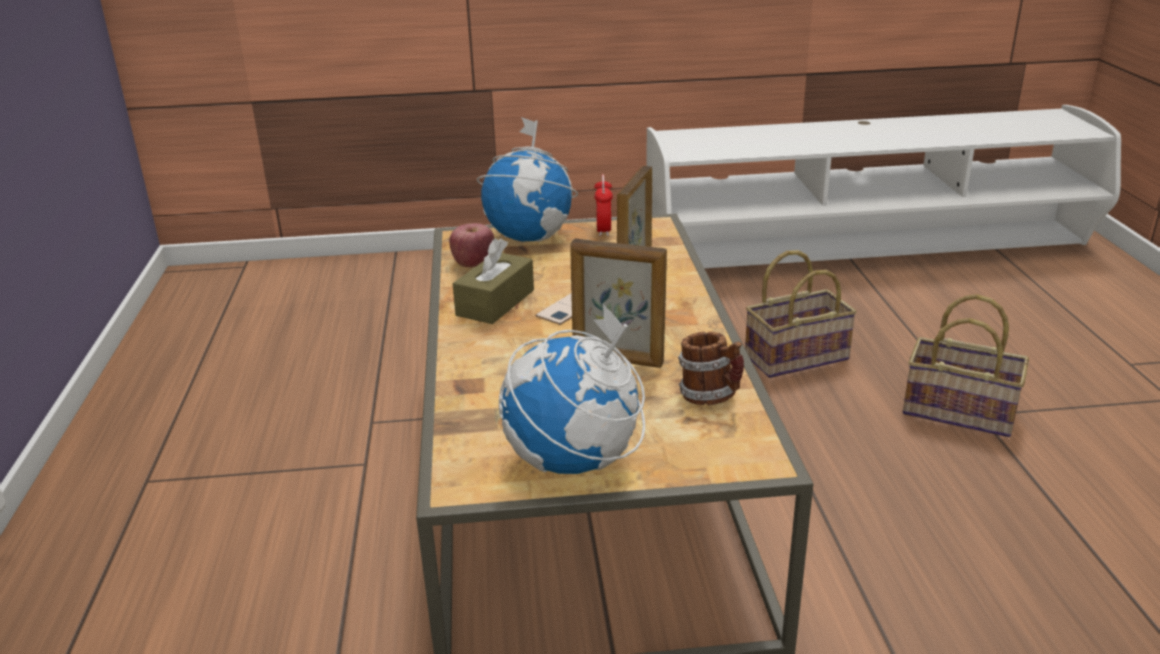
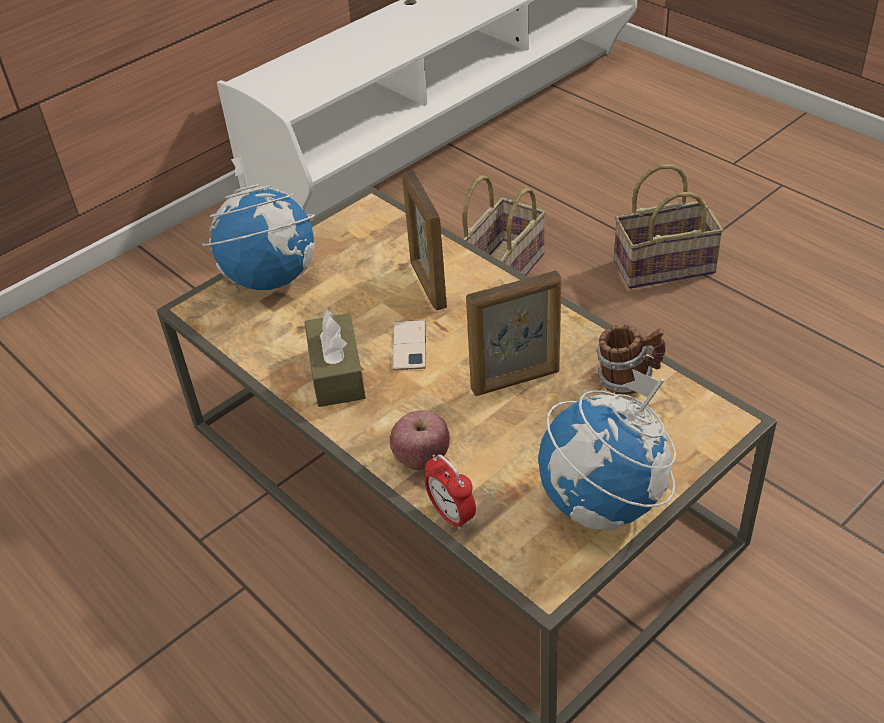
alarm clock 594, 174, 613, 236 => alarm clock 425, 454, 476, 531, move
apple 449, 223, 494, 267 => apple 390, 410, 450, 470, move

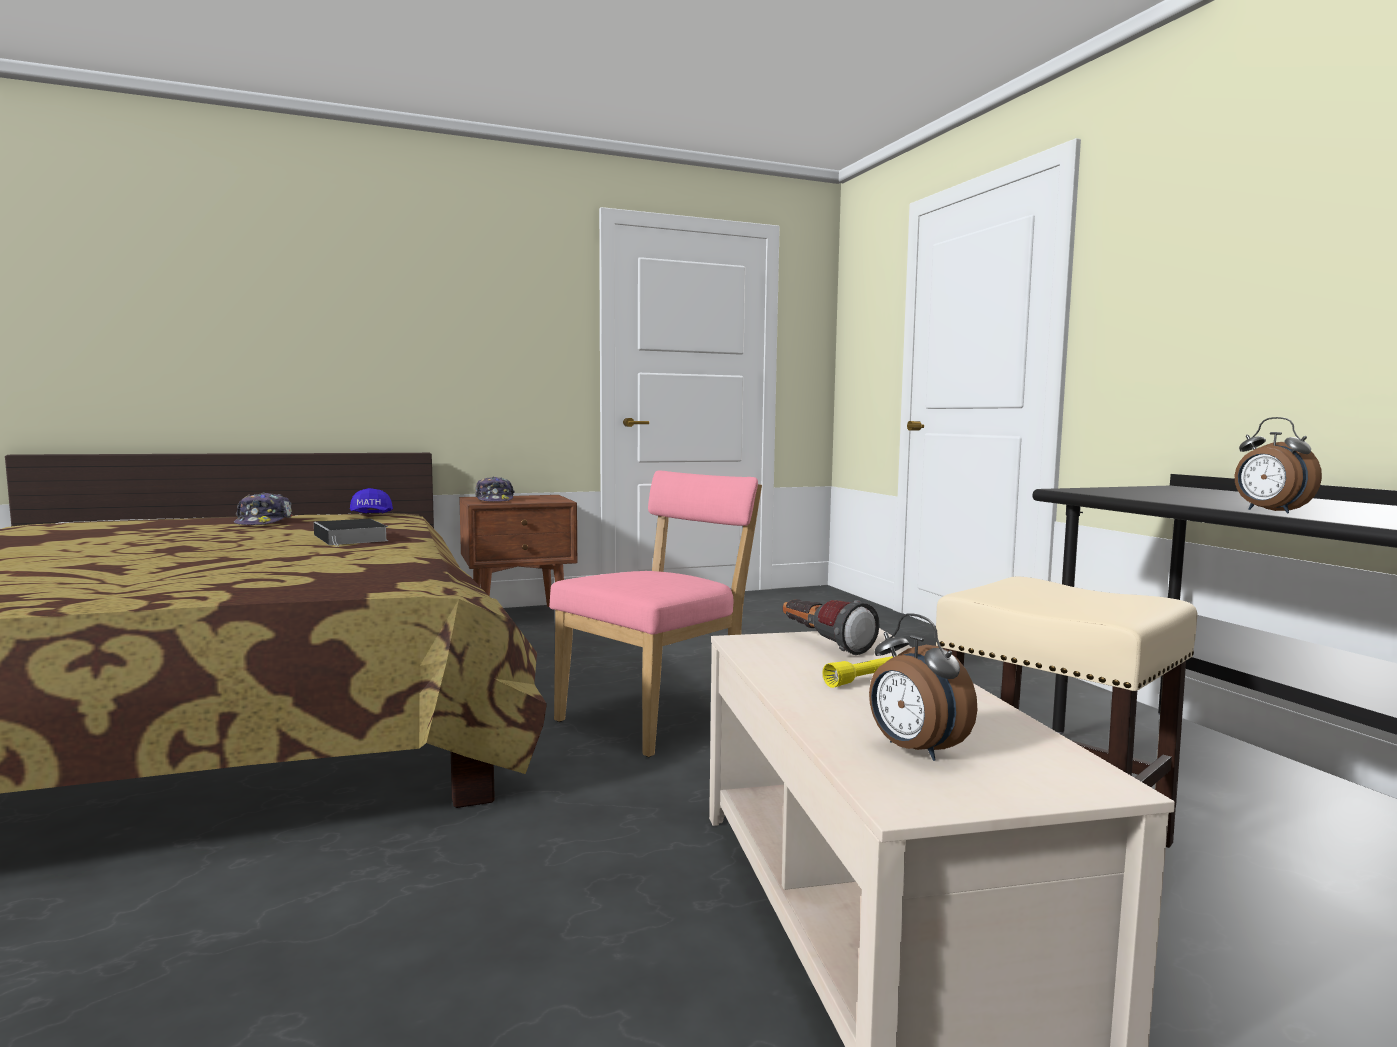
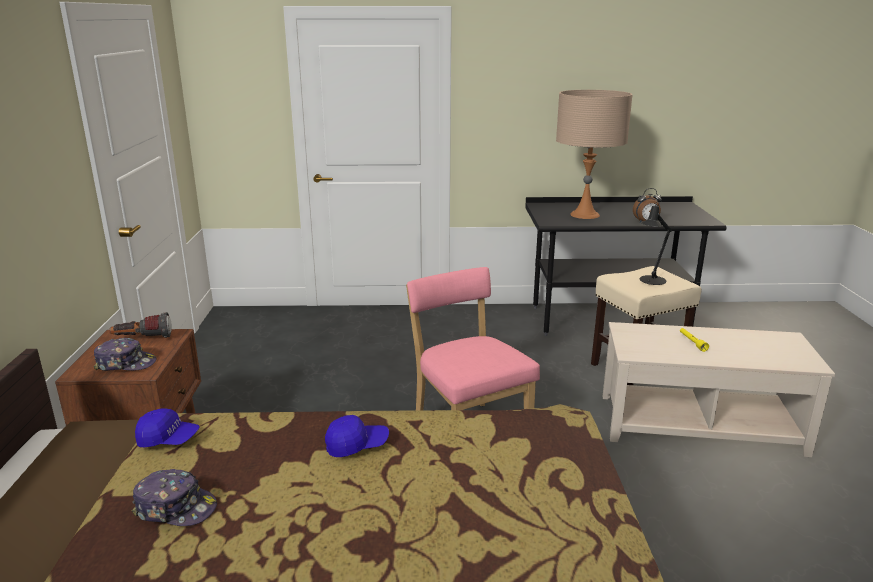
book 314, 519, 388, 547 => blue cap 325, 415, 389, 457
flashlight 783, 599, 880, 655 => flashlight 109, 312, 172, 338, move
alarm clock 869, 613, 977, 761 => nothing
nothing => beige table lamp 556, 90, 632, 219
nothing => black table lamp 640, 200, 672, 285

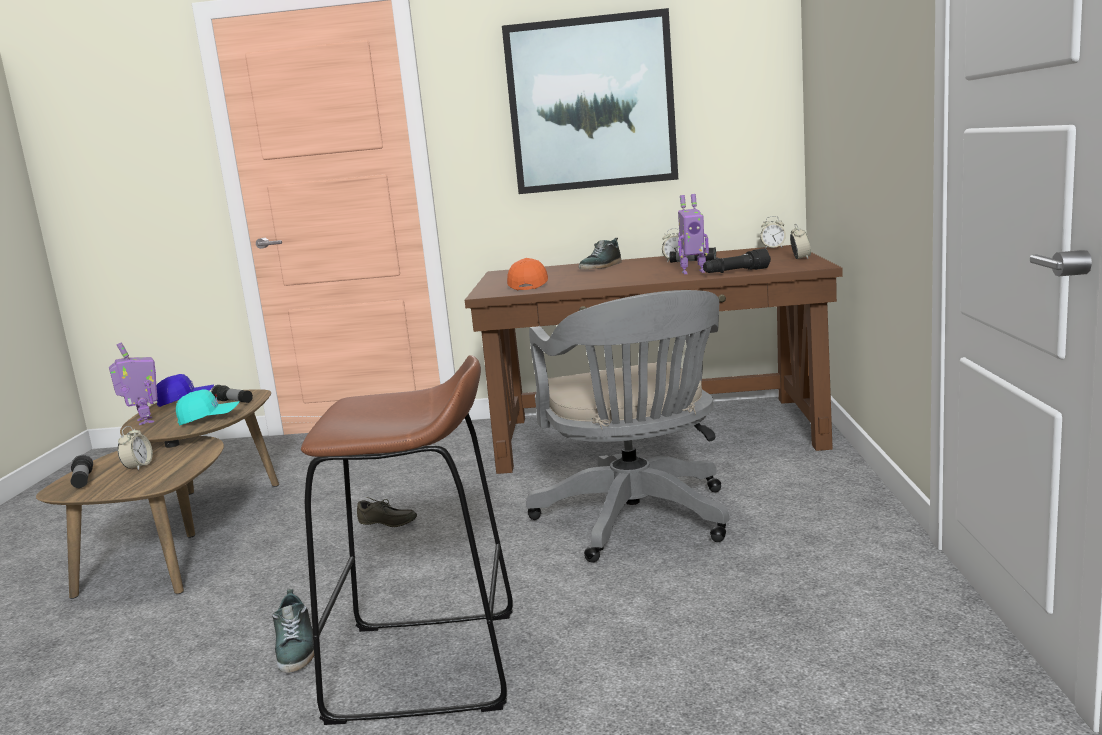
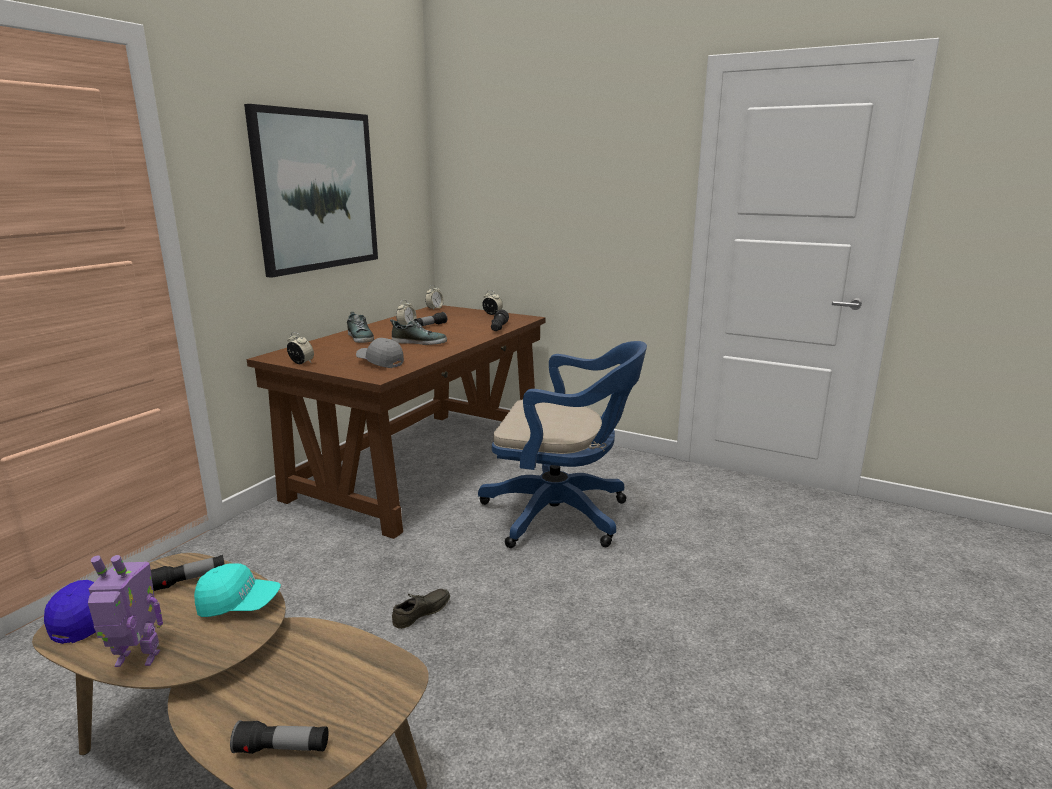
toy robot 678, 194, 709, 274 => nothing
orange cap 507, 258, 548, 290 => grey cap 356, 338, 404, 368
grey office chair 526, 290, 729, 563 => blue office chair 478, 341, 647, 548
brown stool 301, 355, 513, 725 => nothing
turquoise cap 176, 389, 239, 425 => turquoise cap 194, 563, 281, 617, 75 degrees clockwise
alarm clock 117, 426, 153, 471 => alarm clock 287, 332, 314, 364, move
shoe 272, 589, 314, 673 => shoe 390, 319, 447, 345, move

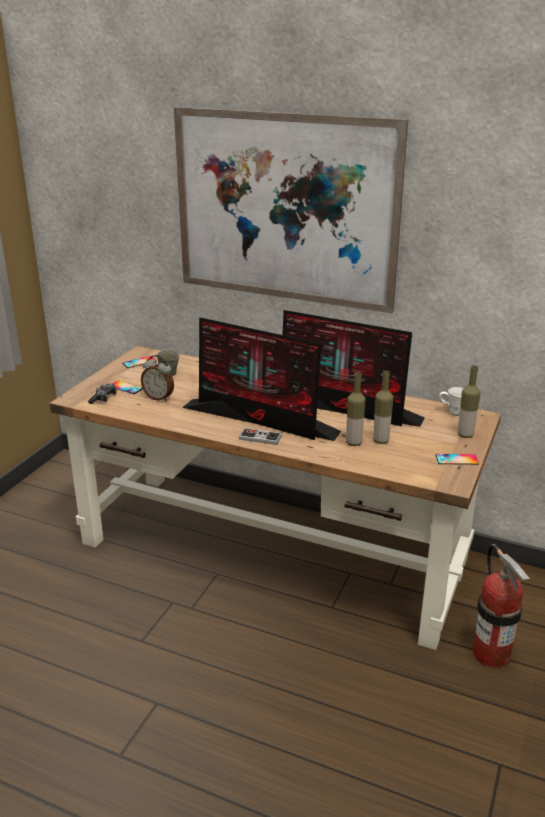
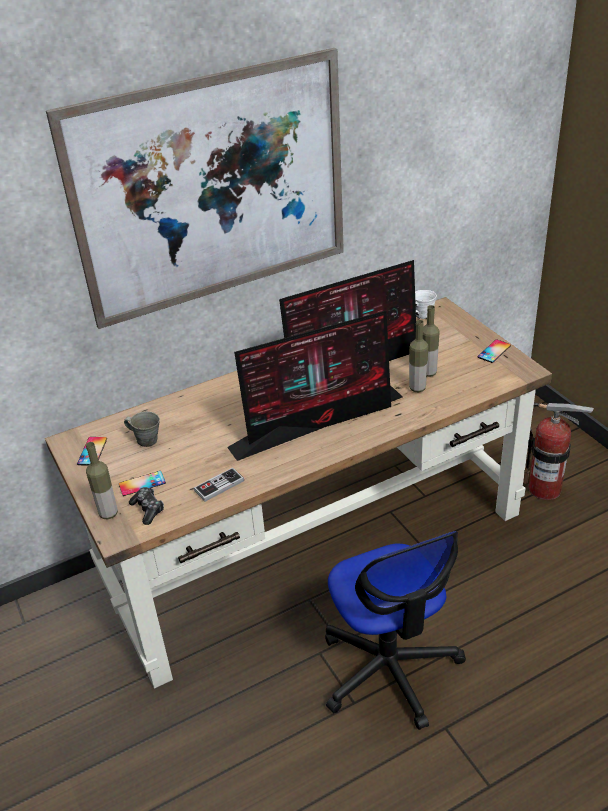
alarm clock 141, 355, 174, 401 => nothing
bottle 458, 366, 480, 438 => bottle 86, 442, 118, 519, move
game controller 239, 428, 282, 445 => game controller 194, 468, 244, 502, move
nothing => office chair 325, 531, 466, 730

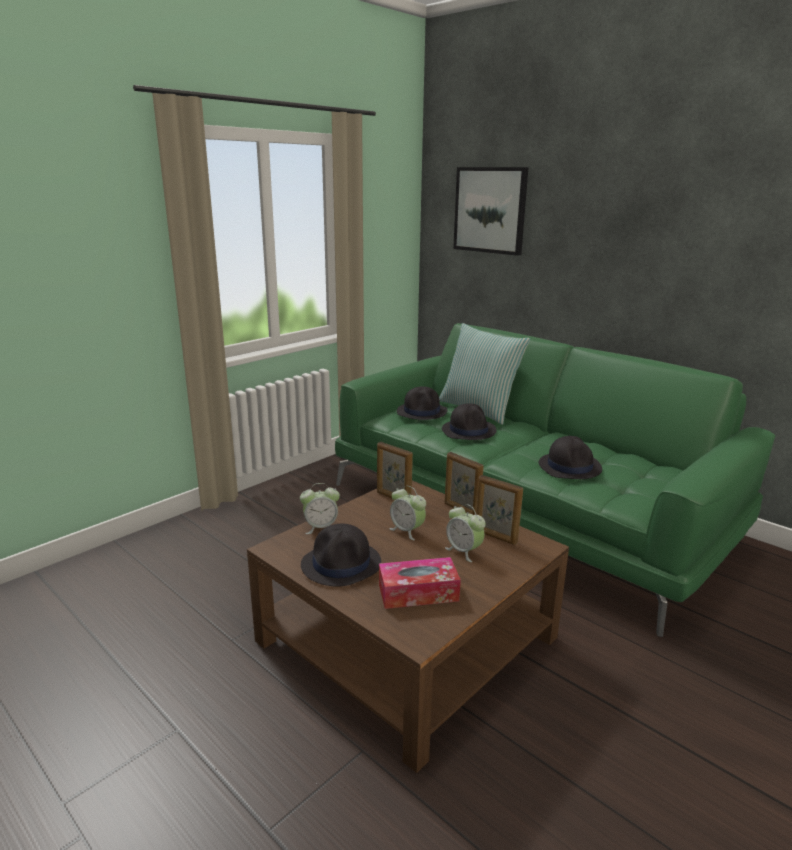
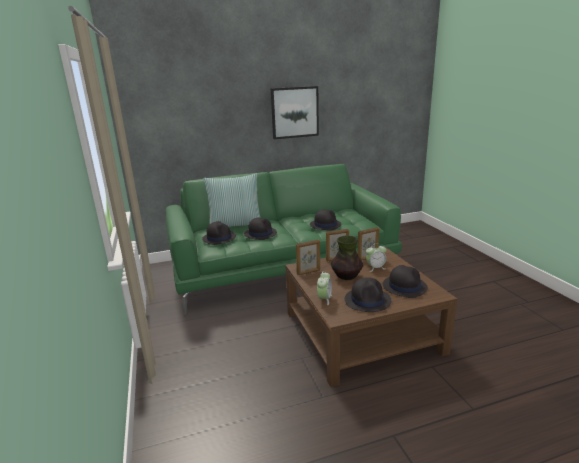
picture 453, 167, 529, 256 => picture 271, 86, 319, 139, move
alarm clock 389, 486, 426, 540 => vase 331, 236, 363, 280
tissue box 379, 557, 461, 609 => black hat 383, 265, 428, 298

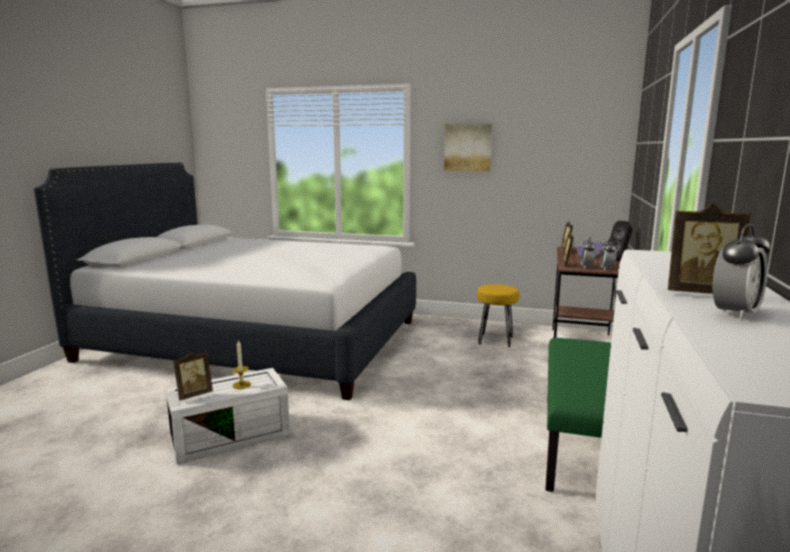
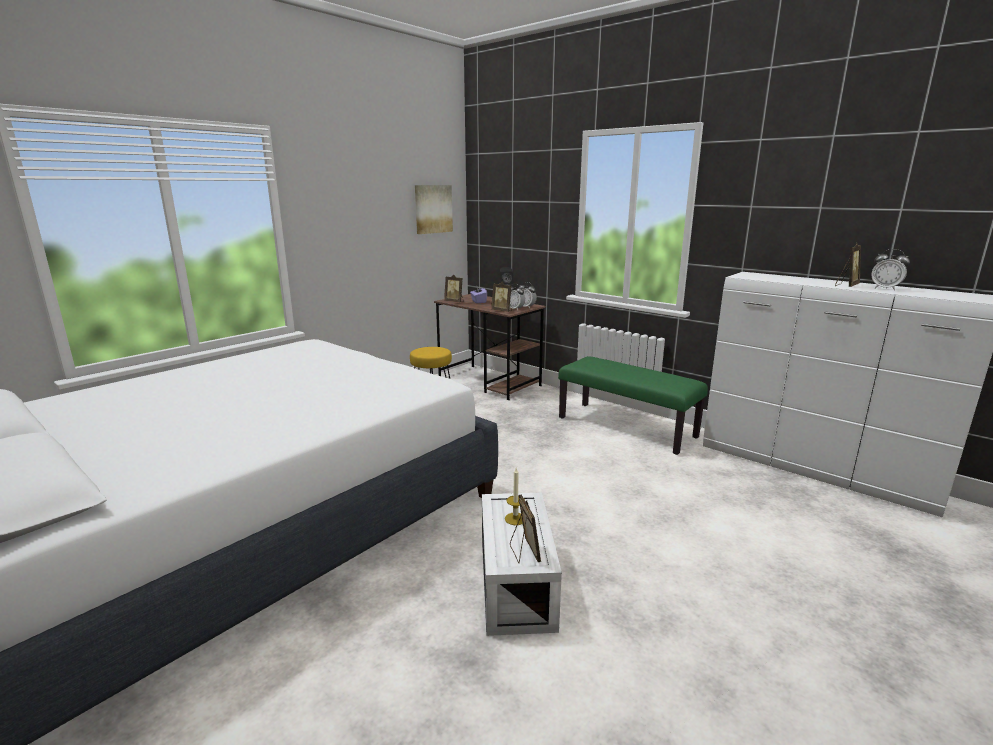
picture 444, 123, 492, 172 => picture 415, 185, 453, 234, move
alarm clock 713, 224, 770, 320 => alarm clock 871, 249, 910, 291, 150 degrees clockwise

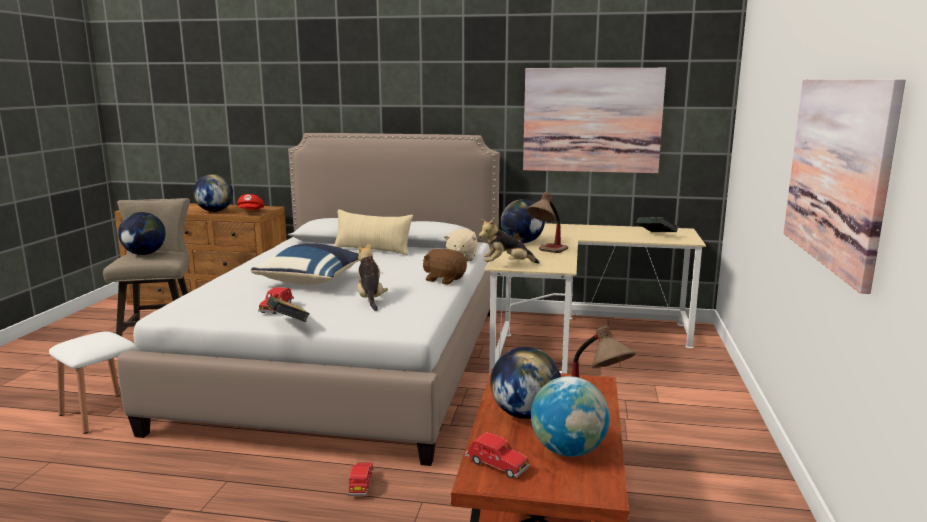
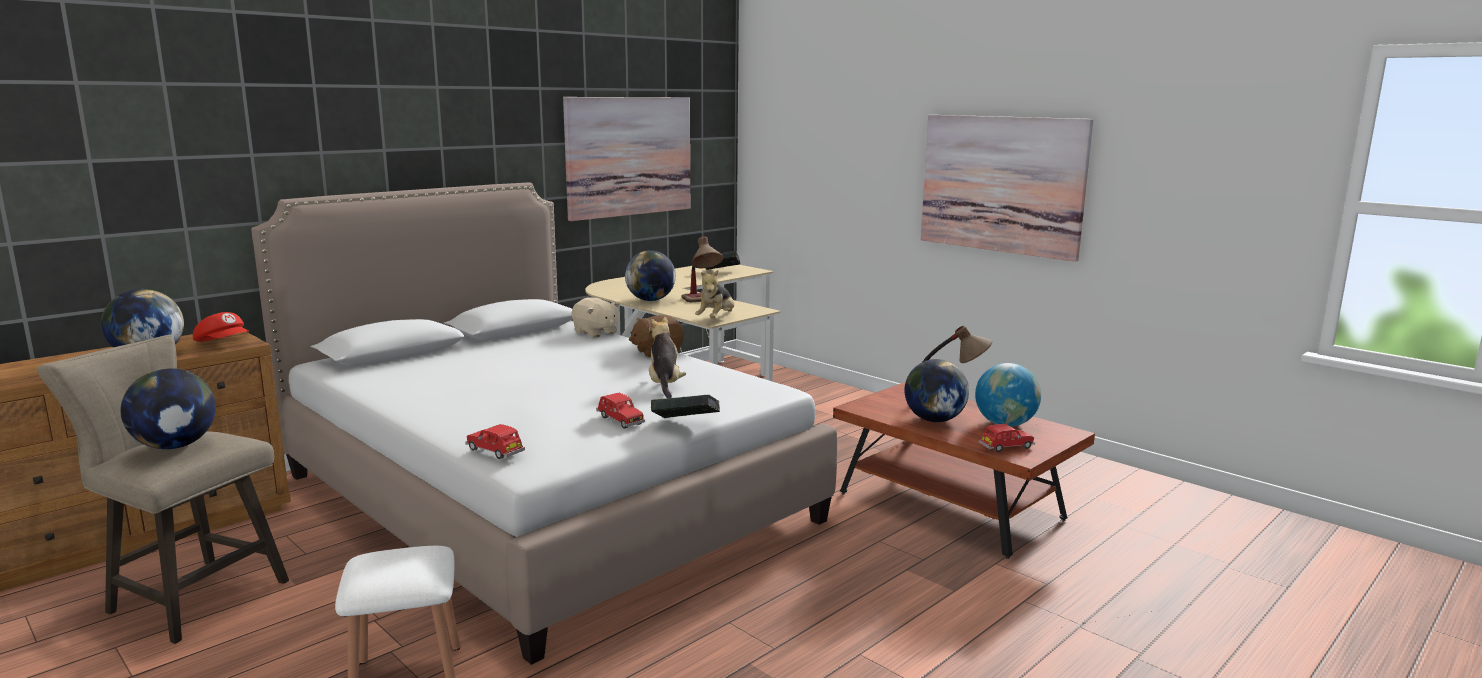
beige pillow 334, 209, 413, 256 => nothing
blue pillow 251, 243, 359, 285 => nothing
plush toy 357, 243, 388, 311 => plush toy 649, 317, 686, 398, 60 degrees clockwise
red toy car 348, 463, 374, 496 => red toy car 465, 424, 525, 459, move

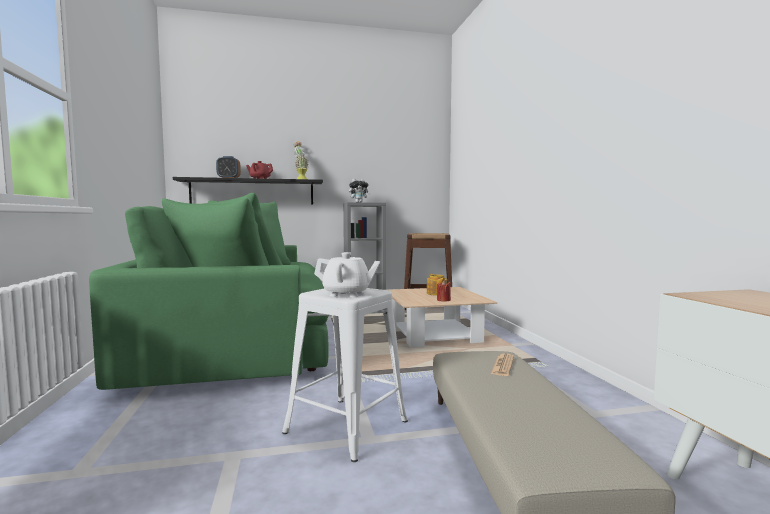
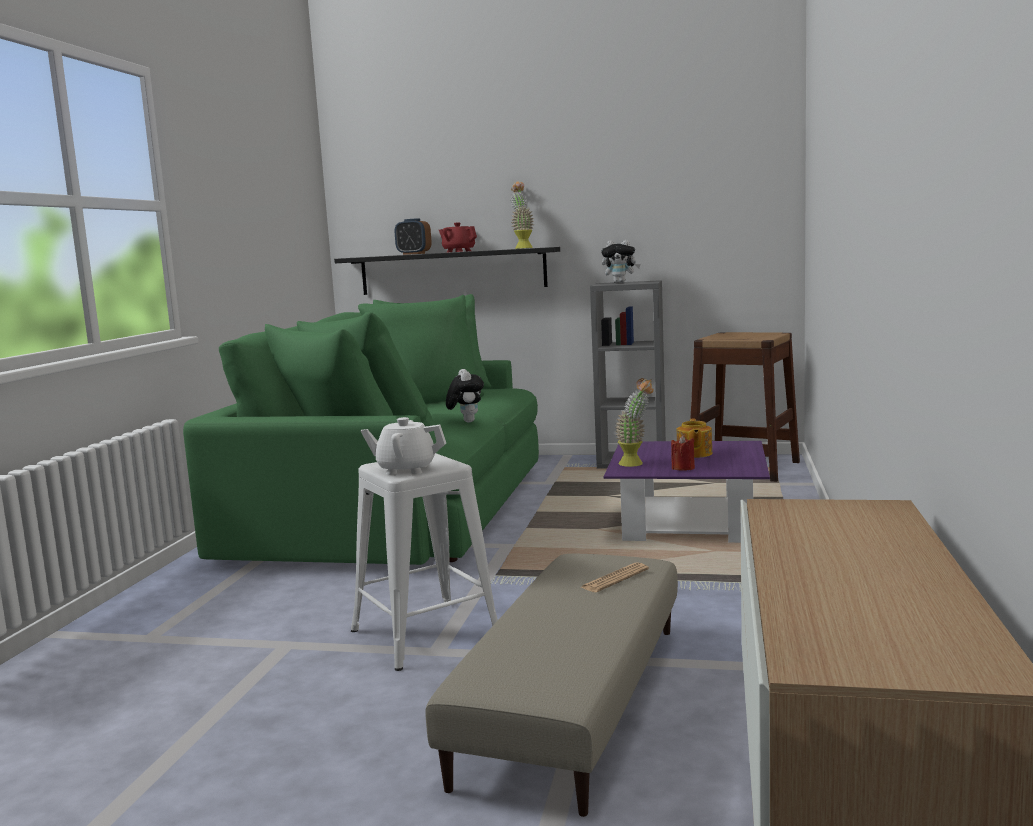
white teapot 314, 252, 380, 297 => white teapot 361, 417, 446, 475, 150 degrees clockwise
beige coffee table 389, 287, 497, 347 => purple coffee table 604, 441, 770, 543
nothing => plush toy 446, 369, 484, 423
nothing => potted plant 615, 378, 654, 467

